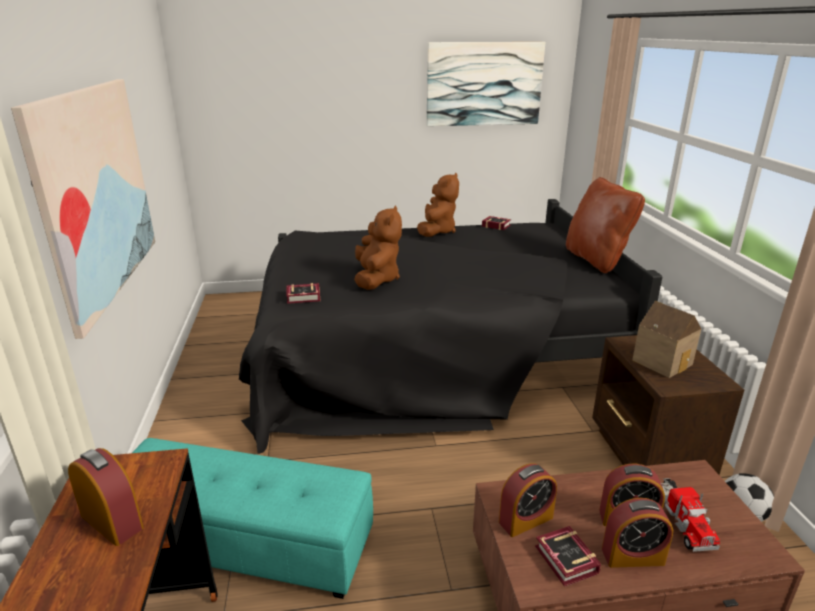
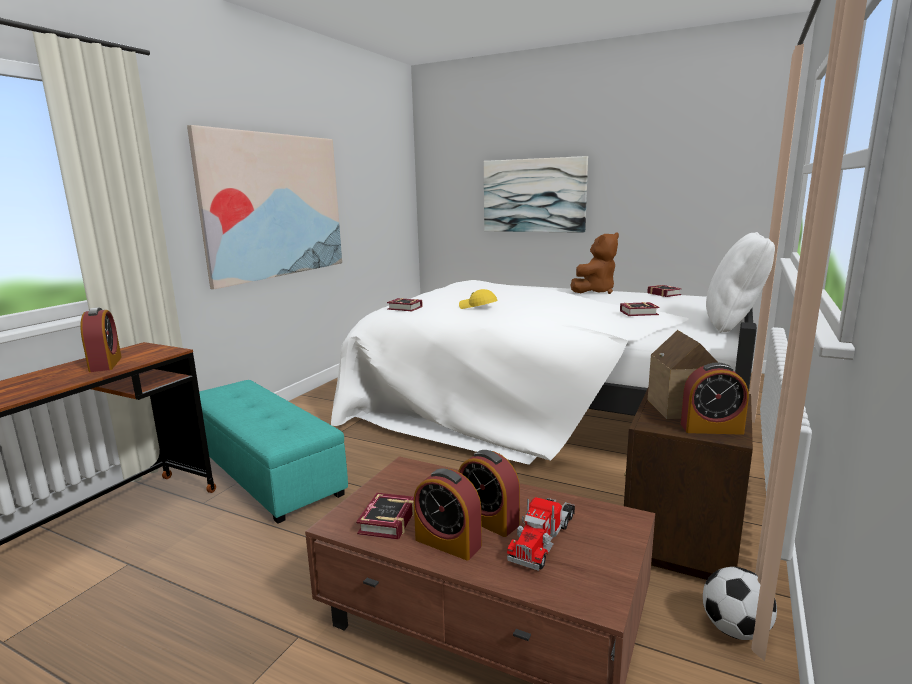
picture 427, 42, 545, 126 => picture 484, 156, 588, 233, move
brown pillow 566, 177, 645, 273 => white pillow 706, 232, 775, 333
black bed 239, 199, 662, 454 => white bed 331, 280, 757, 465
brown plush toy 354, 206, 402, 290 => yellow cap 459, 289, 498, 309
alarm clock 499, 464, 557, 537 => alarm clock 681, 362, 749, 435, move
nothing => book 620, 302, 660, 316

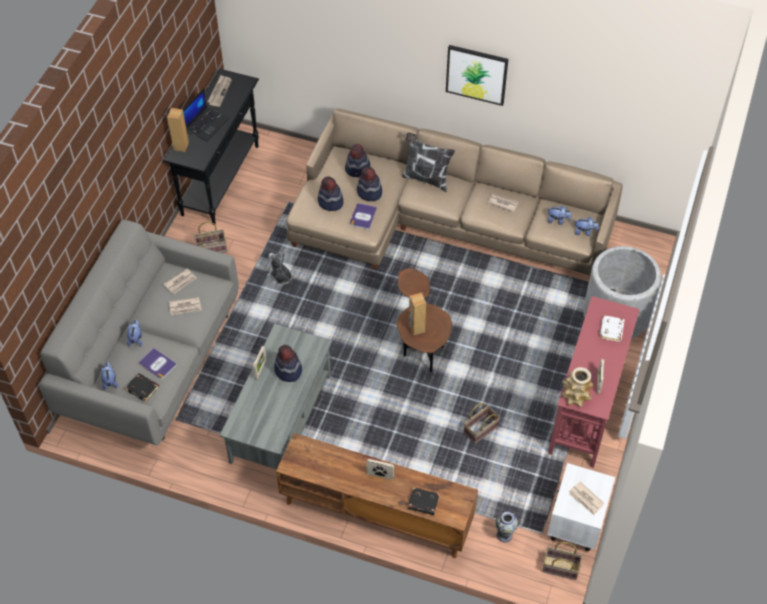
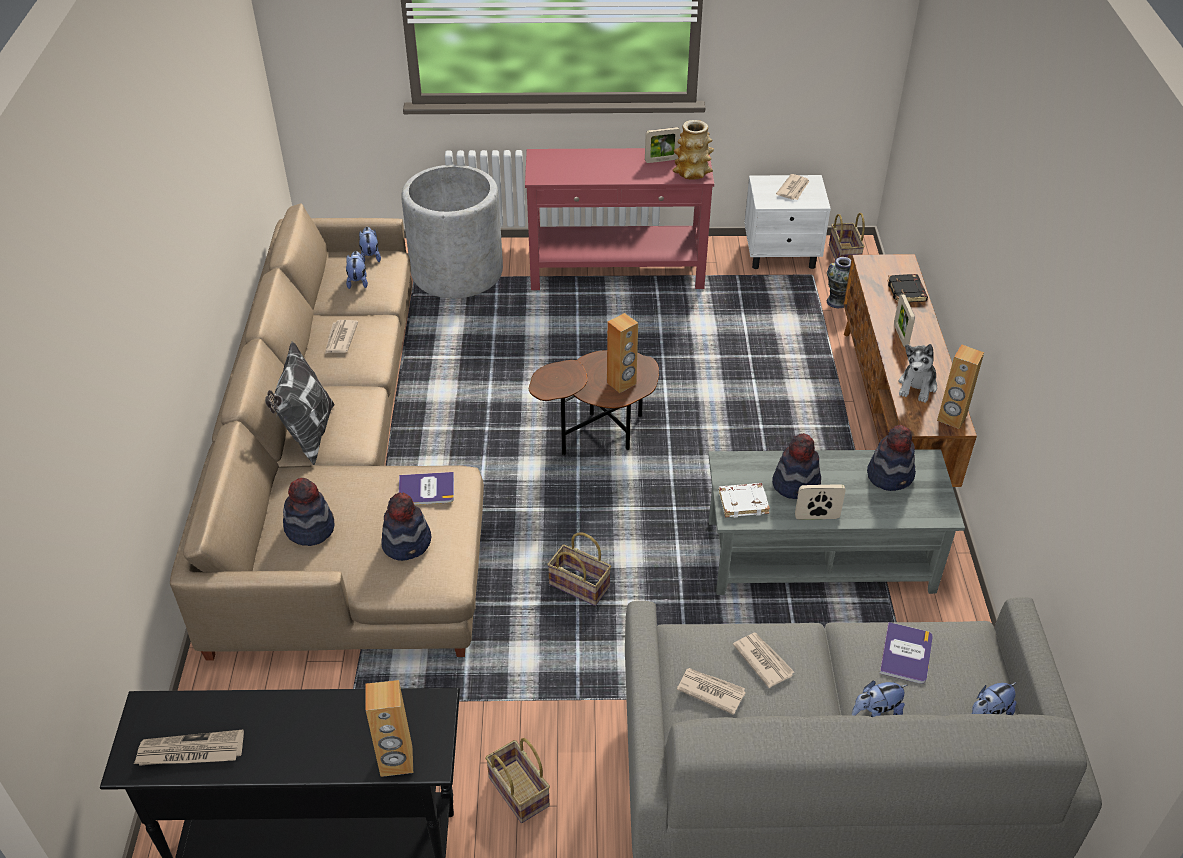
picture 446, 45, 508, 106 => nothing
laptop 183, 88, 229, 142 => nothing
hat 357, 167, 382, 201 => hat 867, 425, 916, 491, move
plush toy 267, 251, 292, 286 => plush toy 899, 344, 937, 403, move
white book 600, 315, 625, 342 => white book 719, 483, 770, 518, move
black book 125, 373, 159, 402 => nothing
basket 464, 403, 500, 444 => basket 547, 532, 611, 606, move
nothing => brown speaker 937, 345, 984, 429

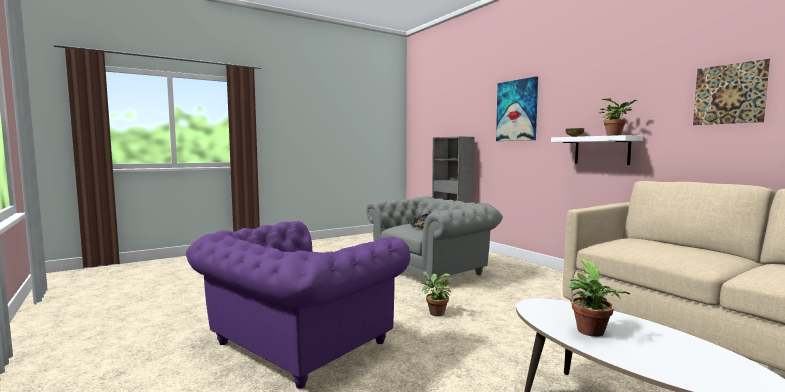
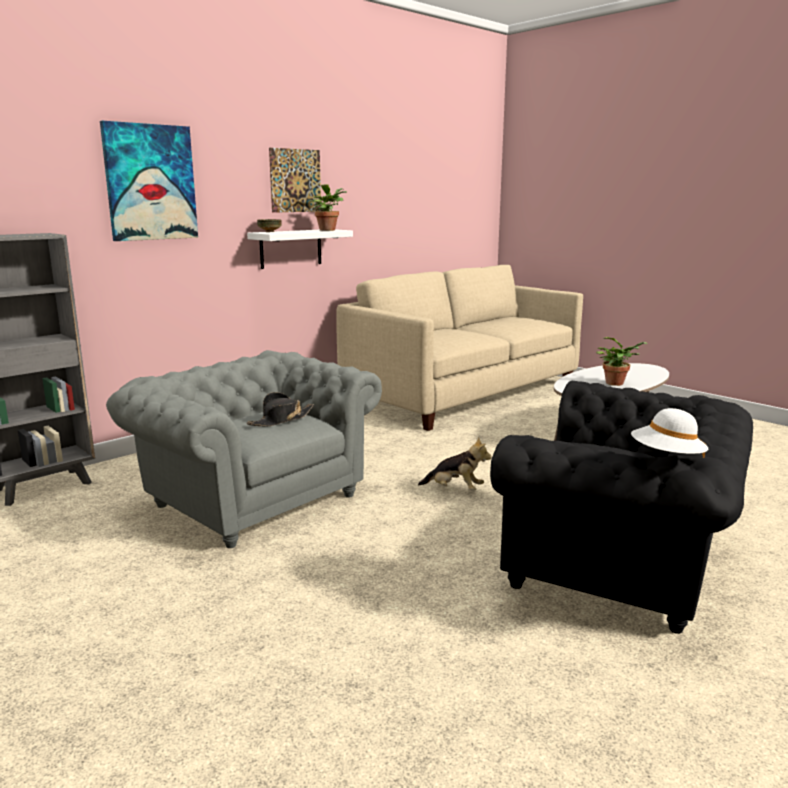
picture 693, 59, 770, 125 => picture 269, 148, 321, 213, move
purple armchair 186, 221, 410, 389 => black armchair 490, 381, 753, 634
potted plant 420, 271, 453, 316 => plush toy 418, 437, 492, 491
nothing => white hat 631, 408, 708, 458

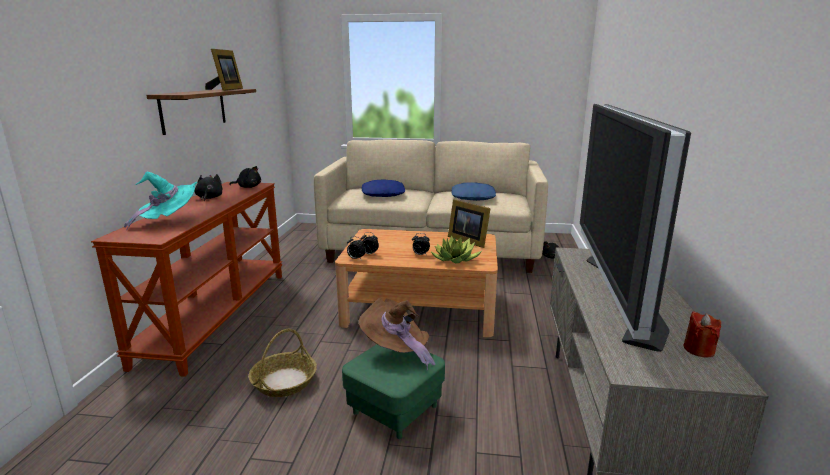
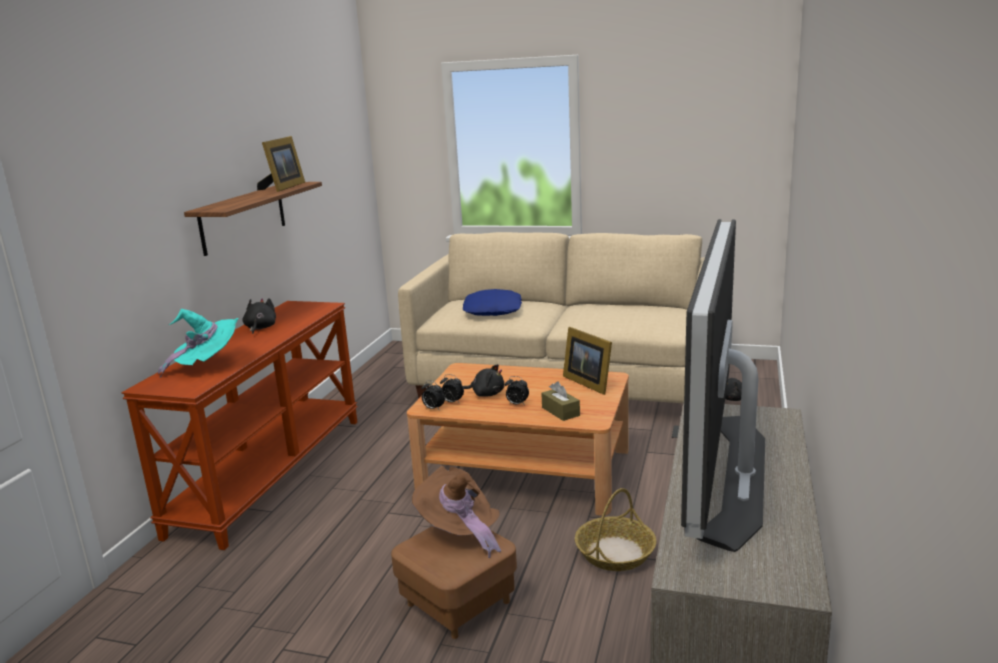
black plush toy 230, 166, 261, 188 => black plush toy 463, 364, 505, 397, move
blue pillow 451, 182, 496, 201 => nothing
potted plant 431, 236, 483, 263 => brown tissue box 541, 381, 580, 421
red candle 684, 311, 721, 357 => nothing
basket 249, 329, 317, 397 => basket 575, 488, 656, 571, move
green ottoman 342, 344, 445, 439 => brown ottoman 391, 526, 517, 639

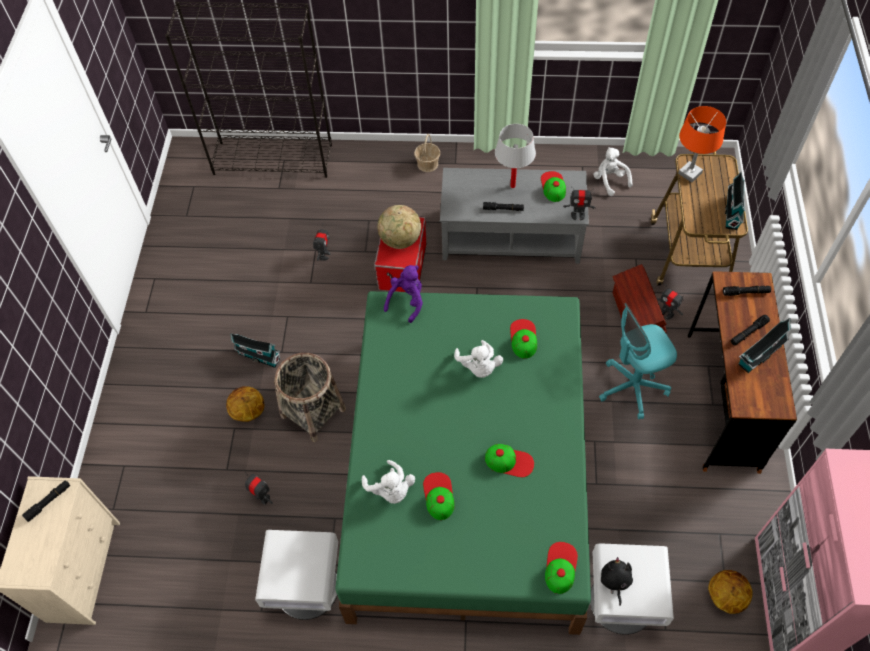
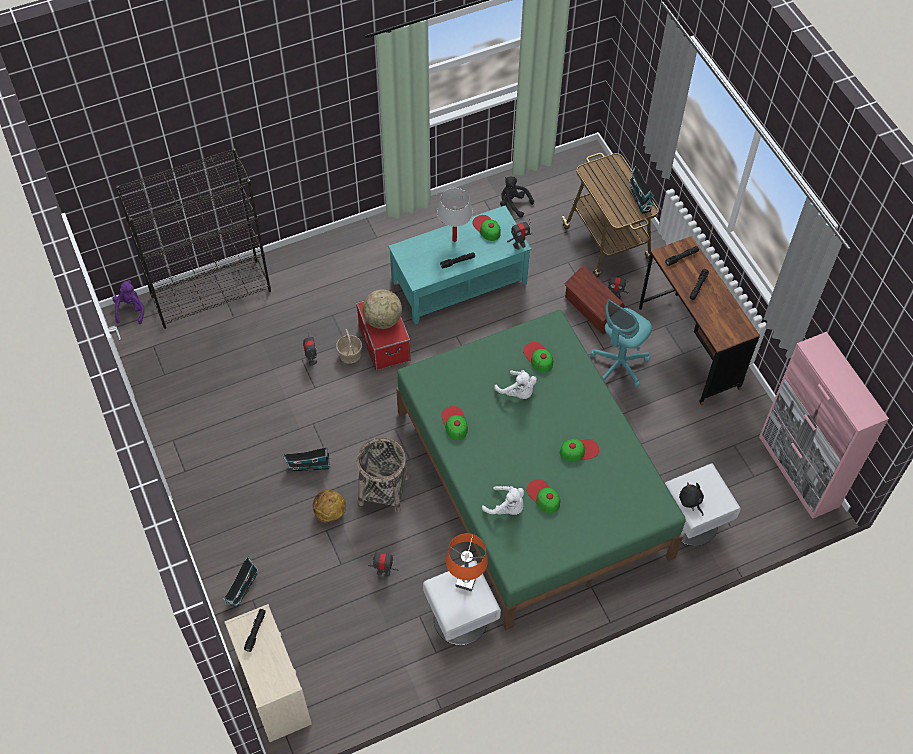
orange table lamp 678, 106, 726, 183 => orange table lamp 446, 533, 488, 591, move
basket 414, 134, 440, 172 => basket 336, 329, 362, 364, move
white plush toy 593, 147, 632, 196 => black plush toy 500, 177, 534, 218
grey coffee table 440, 168, 589, 264 => turquoise coffee table 388, 205, 531, 324
purple plush toy 384, 265, 423, 323 => purple plush toy 112, 280, 144, 324, move
toy house 738, 318, 791, 373 => toy house 224, 556, 258, 608, move
cap 545, 542, 578, 594 => cap 441, 406, 468, 440, move
basketball 708, 570, 753, 614 => nothing

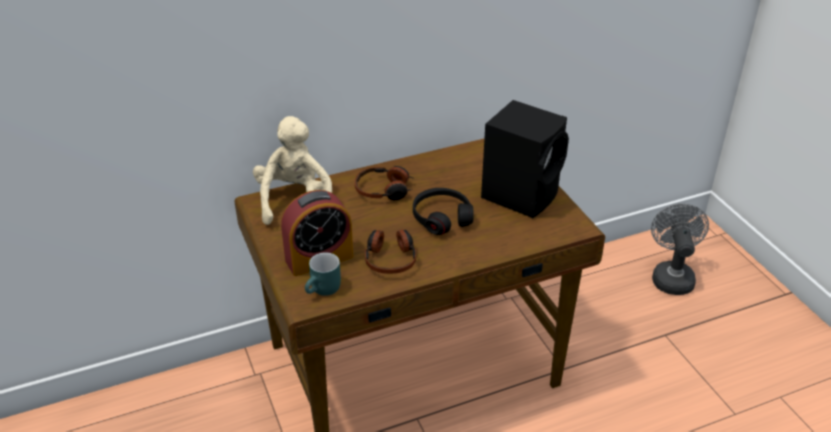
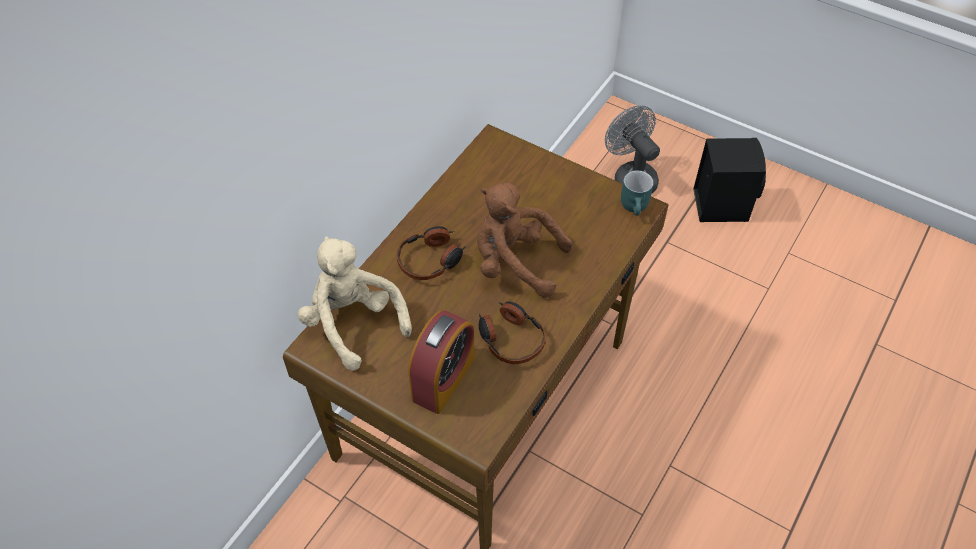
black speaker 481, 100, 569, 218 => black speaker 693, 138, 766, 222, move
black headphones 413, 188, 474, 235 => brown plush toy 477, 183, 572, 298
turquoise mug 305, 252, 341, 296 => turquoise mug 621, 171, 654, 216, move

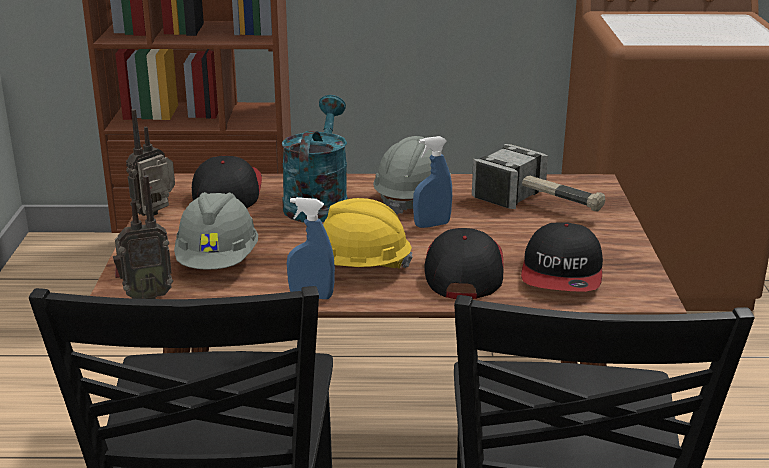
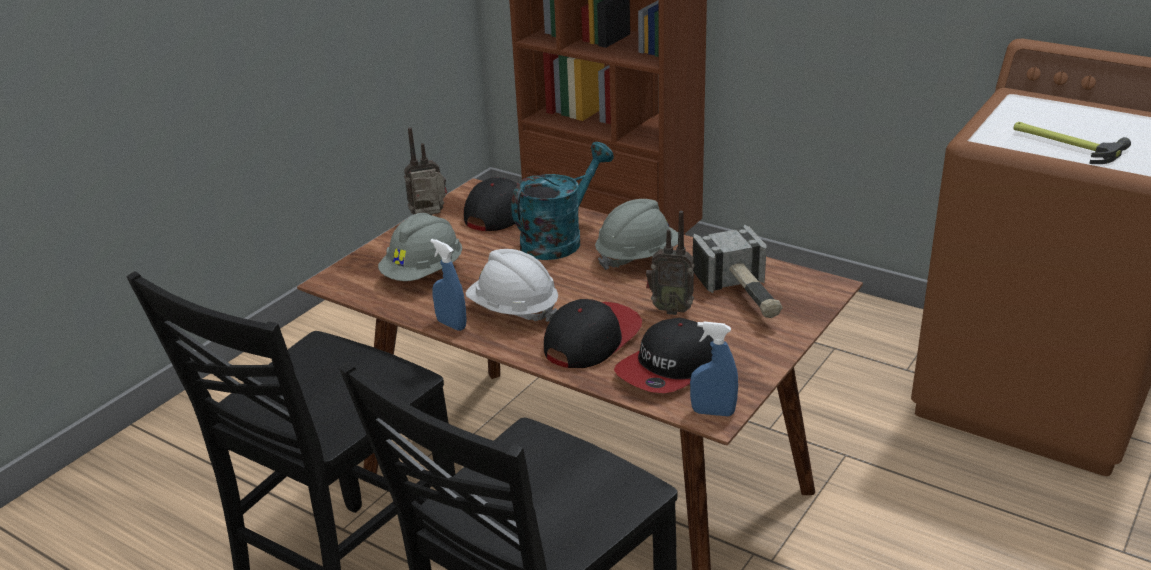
blue spray bottle 413, 136, 452, 228 => blue spray bottle 690, 322, 738, 416, move
radio 113, 175, 173, 299 => radio 646, 211, 695, 315, move
yellow hard hat 323, 198, 413, 269 => white hard hat 466, 249, 558, 322
nothing => hammer 1013, 122, 1131, 164

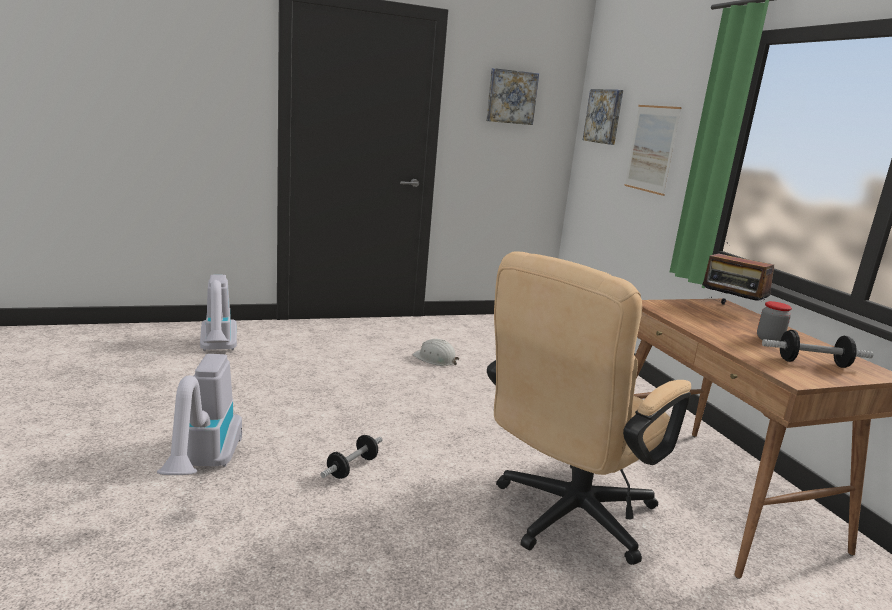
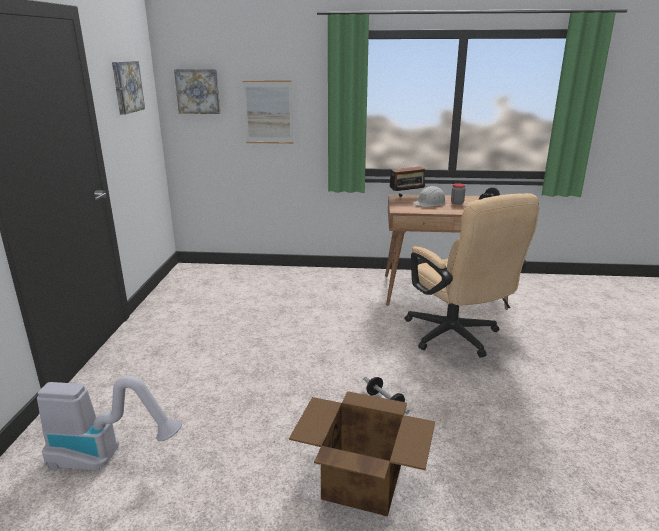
white hard hat 413, 339, 459, 366 => white hard hat 413, 186, 446, 207, move
vacuum cleaner 157, 354, 242, 475 => cardboard box 289, 391, 435, 516

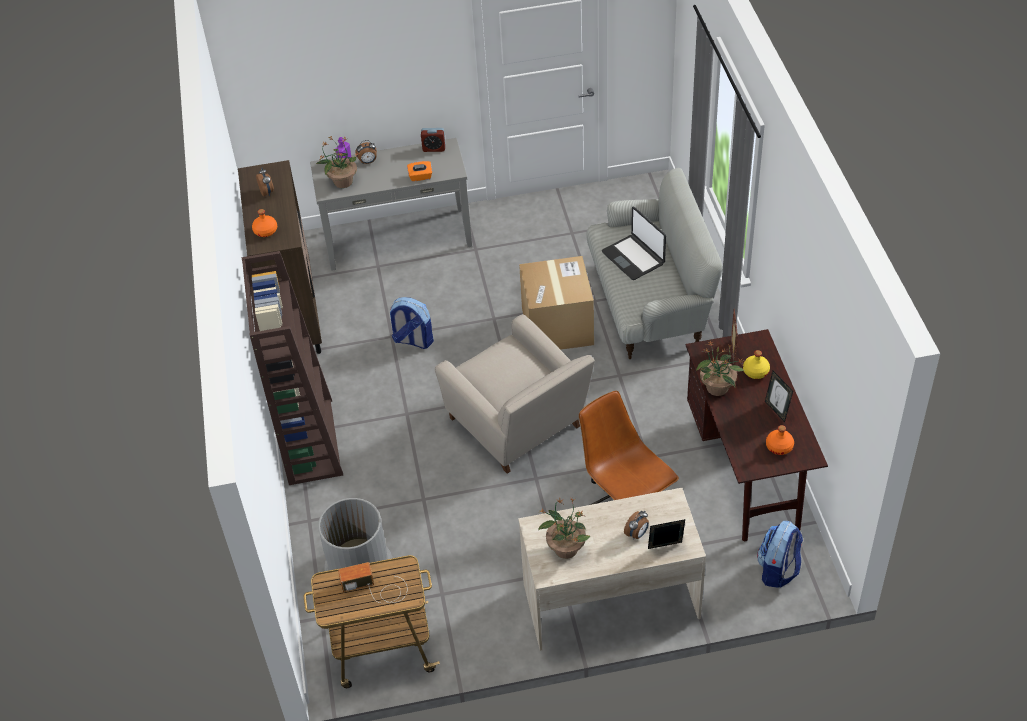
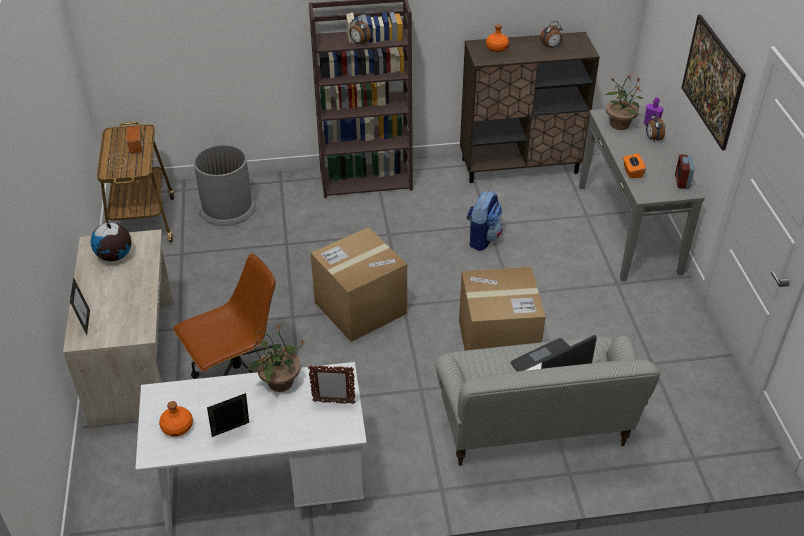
beige armchair 435, 314, 595, 474 => cardboard box 311, 227, 407, 342
brown desk 686, 329, 828, 541 => white desk 135, 362, 367, 530
yellow bottle 743, 350, 770, 379 => nothing
potted plant 538, 498, 590, 559 => globe 91, 222, 131, 261
alarm clock 624, 511, 649, 539 => alarm clock 350, 16, 371, 46, move
backpack 757, 521, 803, 588 => nothing
nothing => picture 682, 14, 746, 151

